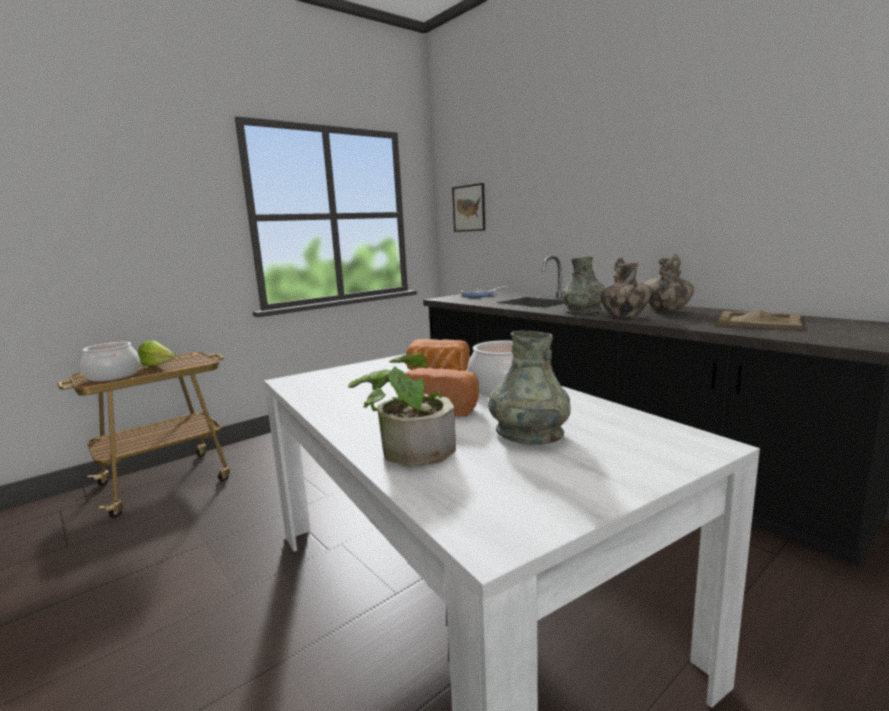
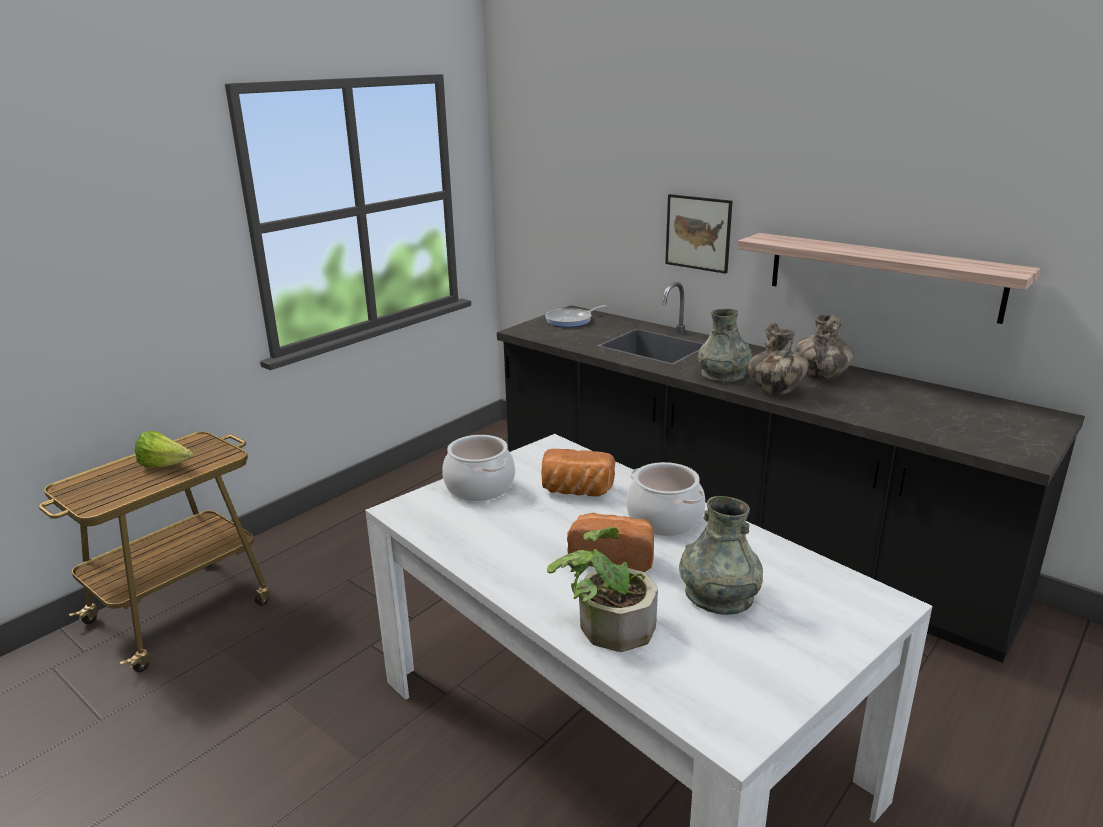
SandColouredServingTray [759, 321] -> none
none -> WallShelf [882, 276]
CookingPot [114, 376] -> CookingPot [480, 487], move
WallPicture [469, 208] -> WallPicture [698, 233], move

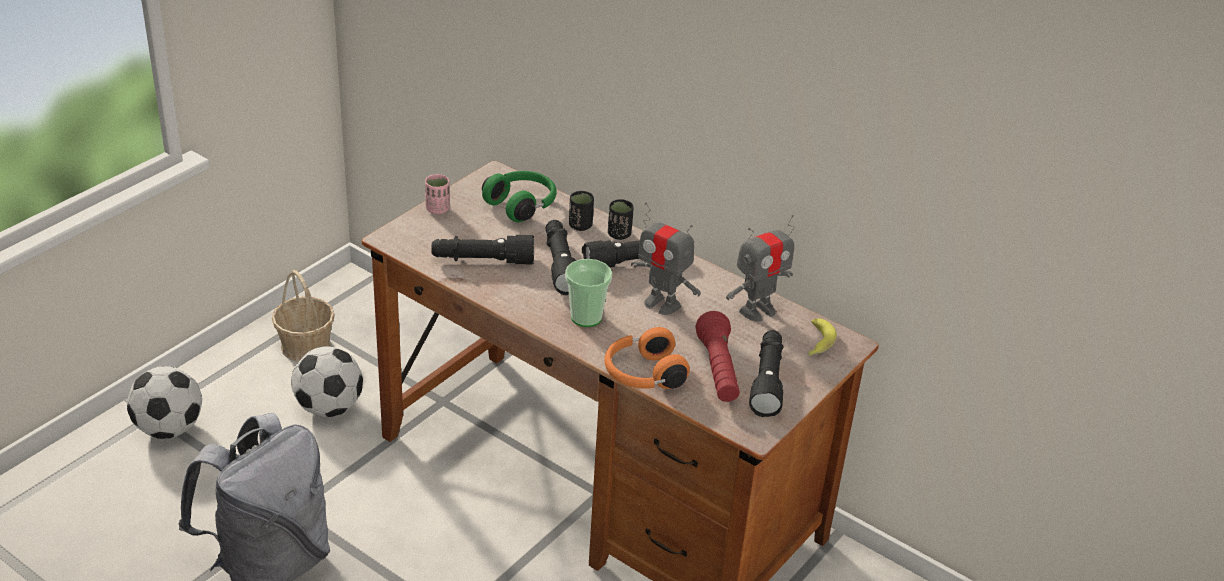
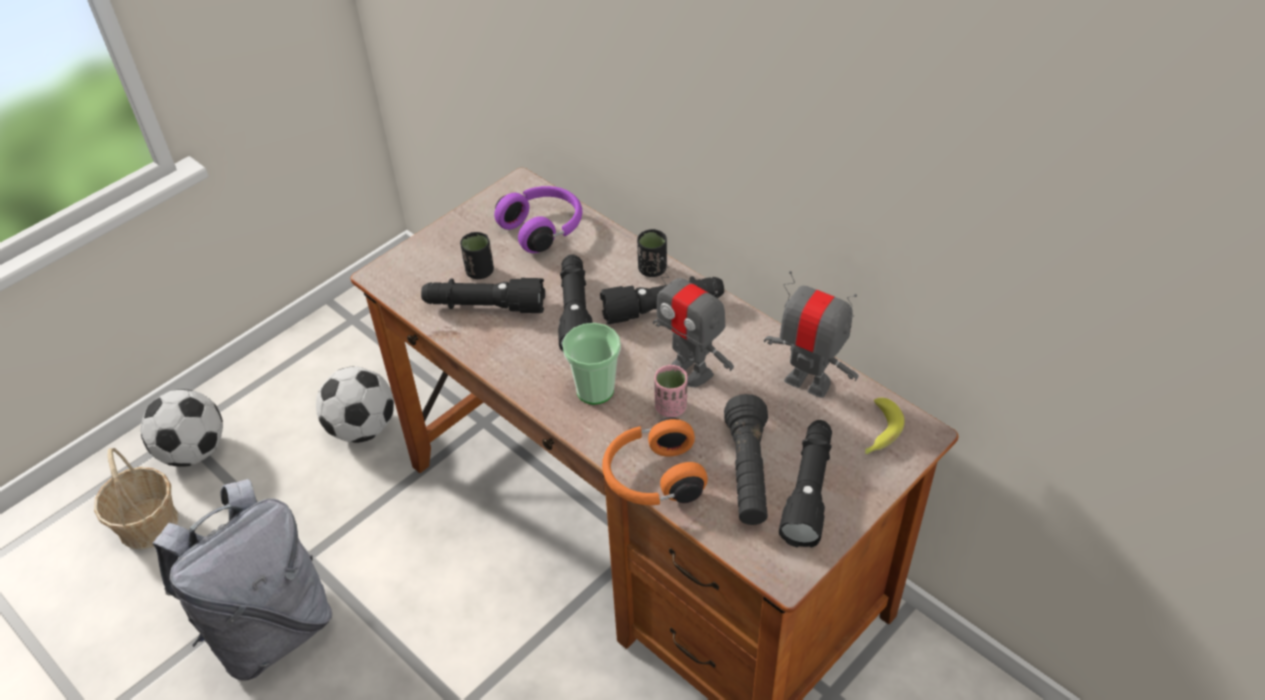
Basket [306, 346] -> Basket [148, 523], move
PinkishCup [437, 209] -> PinkishCup [671, 407], move
BlackColouredCup [580, 226] -> BlackColouredCup [480, 272], move
GreenishHeadphones [522, 205] -> PurpleHeadphones [543, 228]
RedHandTorch [718, 370] -> BlackColouredHandTorch [748, 473]
ModelRobot [757, 310] -> ModelRobot [808, 382], 120 degrees counterclockwise

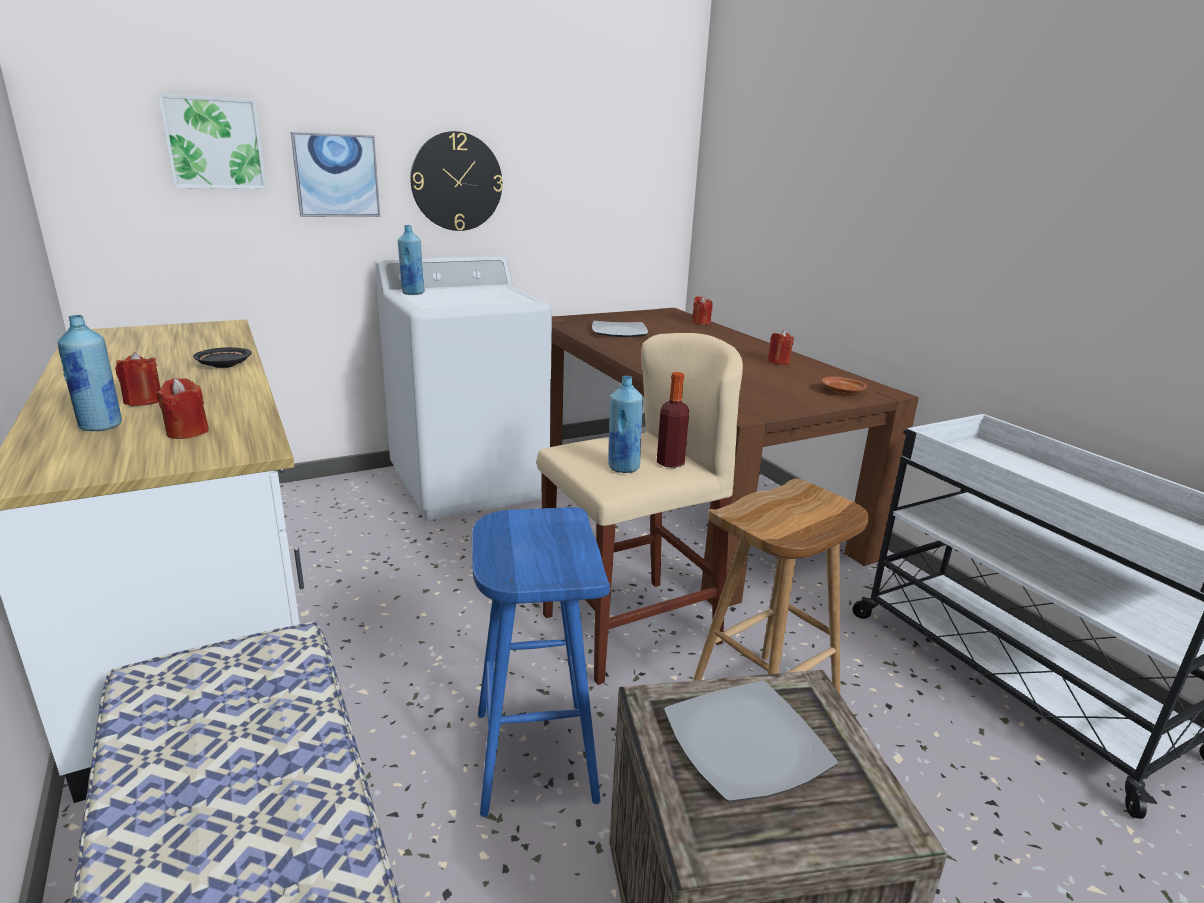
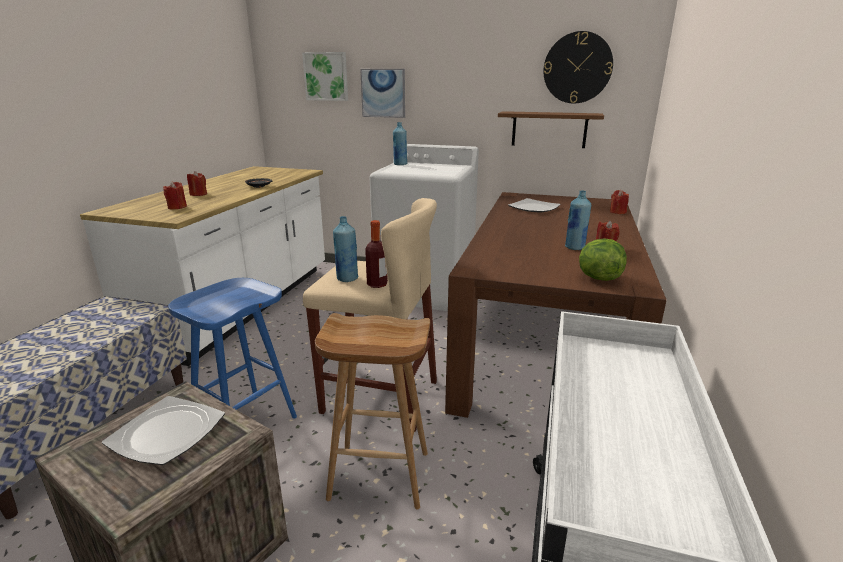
none -> BrownWallShelf [549, 129]
BluishBeverageBottle [101, 426] -> BluishBeverageBottle [574, 247], move
HangingClock [456, 182] -> HangingClock [577, 68], move
BrownDinnerPlate [843, 392] -> LettuceHead [598, 278]

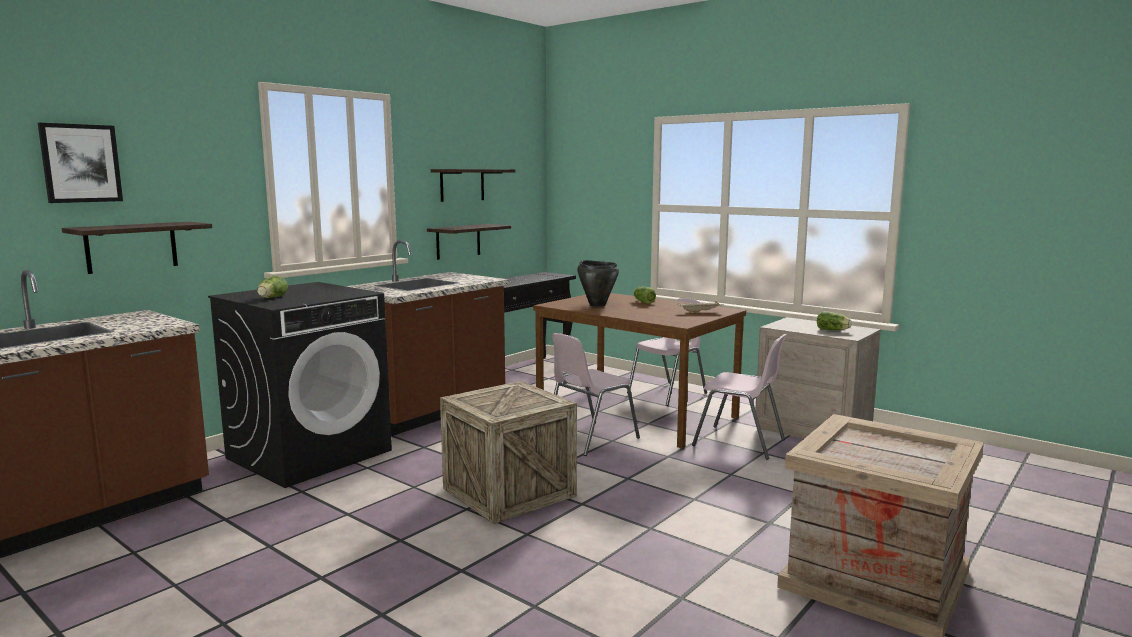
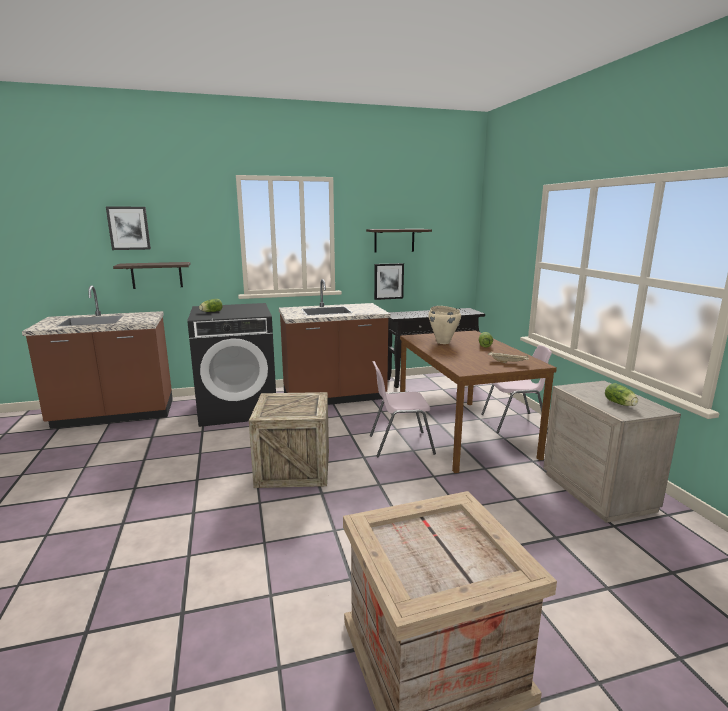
PinkishChair [740, 443] -> none
WallShelf [458, 241] -> WallPicture [388, 281]
BlackColouredCookingPot [597, 305] -> SandColouredCookingPot [443, 342]

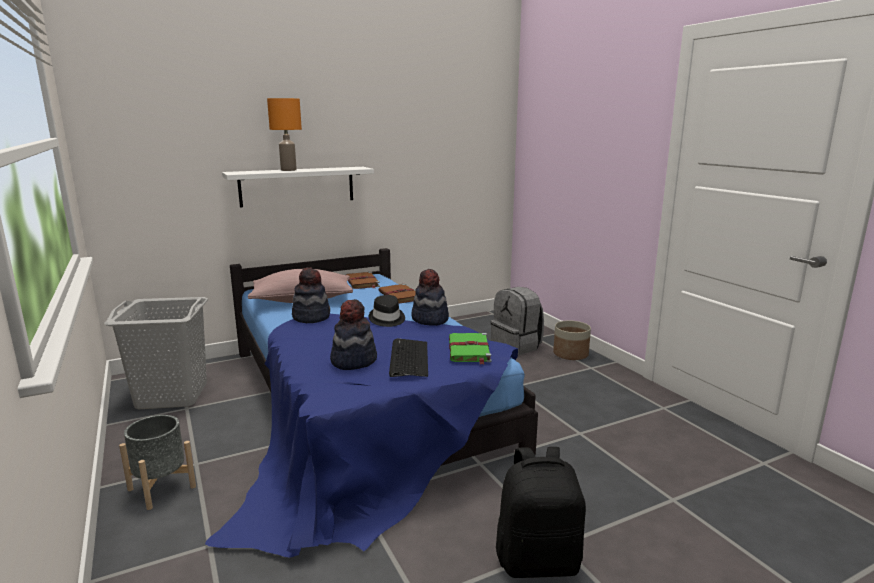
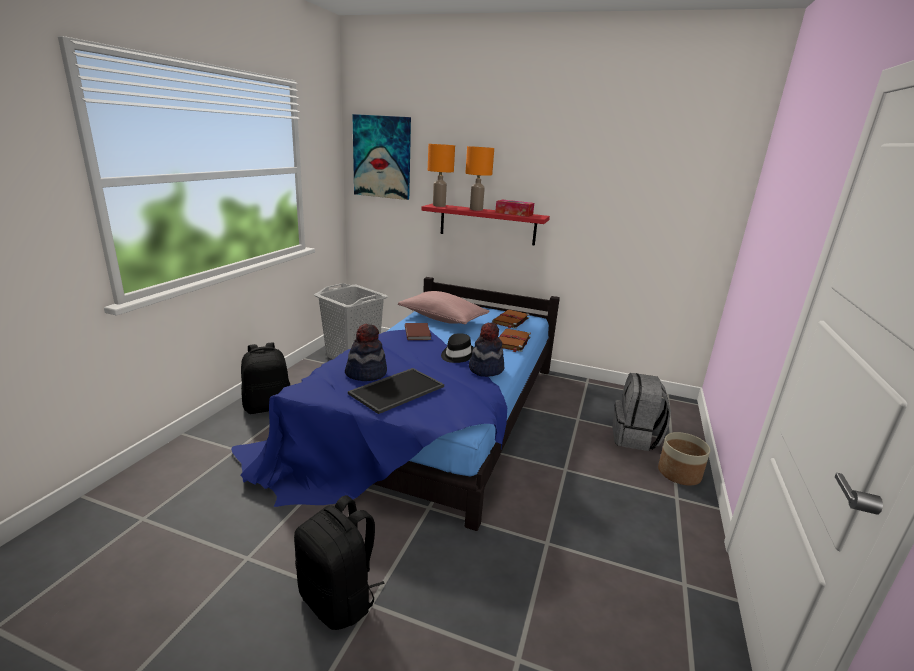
GreenishVolume [469, 350] -> none
none -> WallPicture [382, 157]
none -> OrangeyLampForATable [439, 205]
none -> TissueBox [514, 213]
GrayPlantPot [161, 488] -> BlackColouredKnapsack [268, 406]
ClothingHat [311, 317] -> BrownVolume [418, 333]
PcKeyboard [408, 359] -> ServingTray [397, 389]
WhiteWallShelf [297, 186] -> RedWallShelf [487, 224]

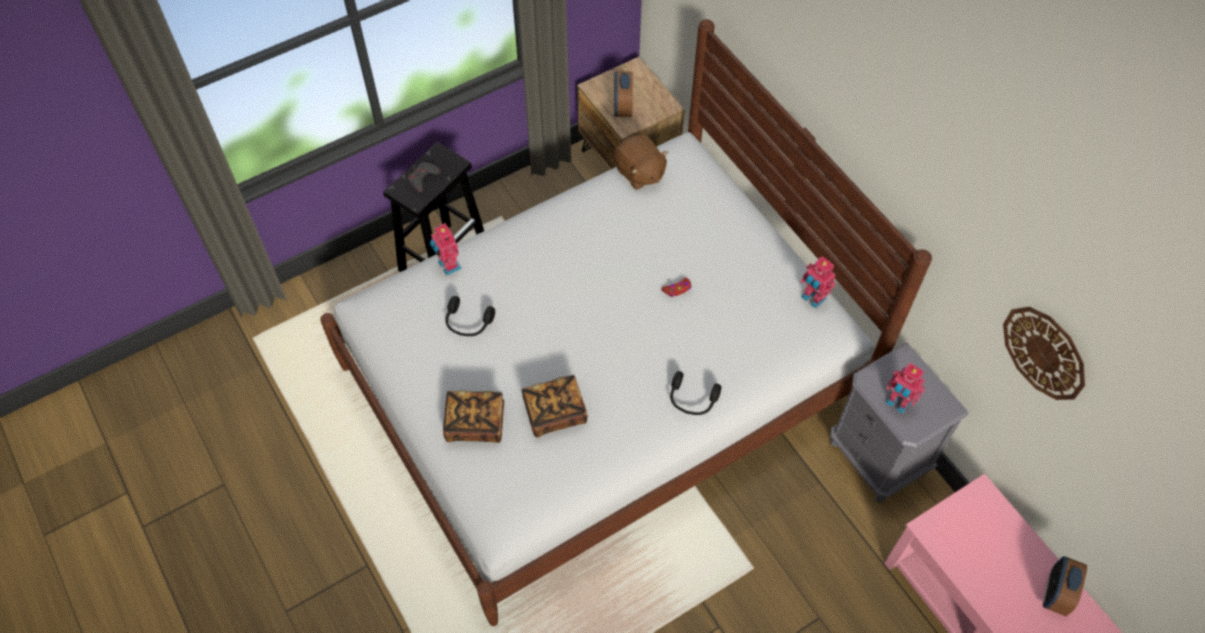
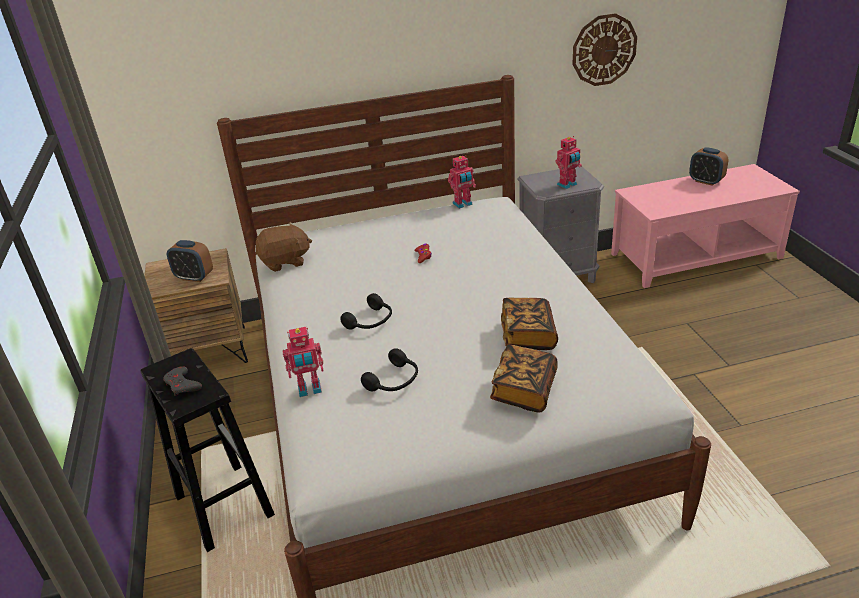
BlackColouredHeadphones [692, 400] -> BlackColouredHeadphones [371, 321], move

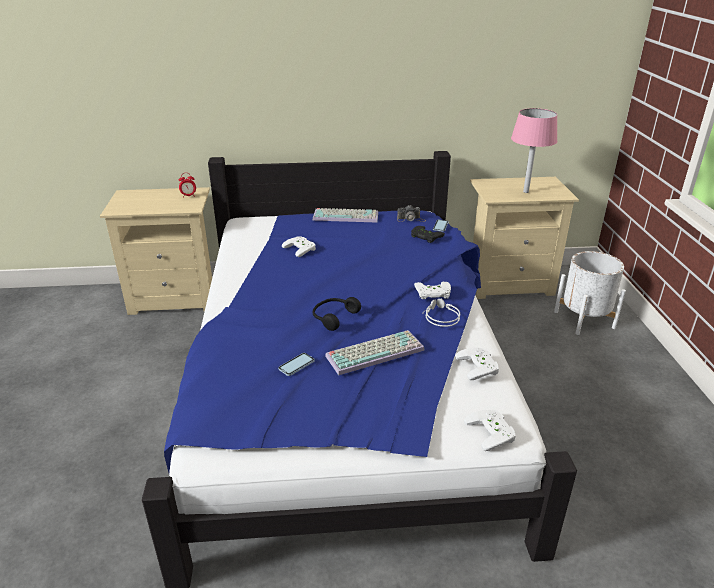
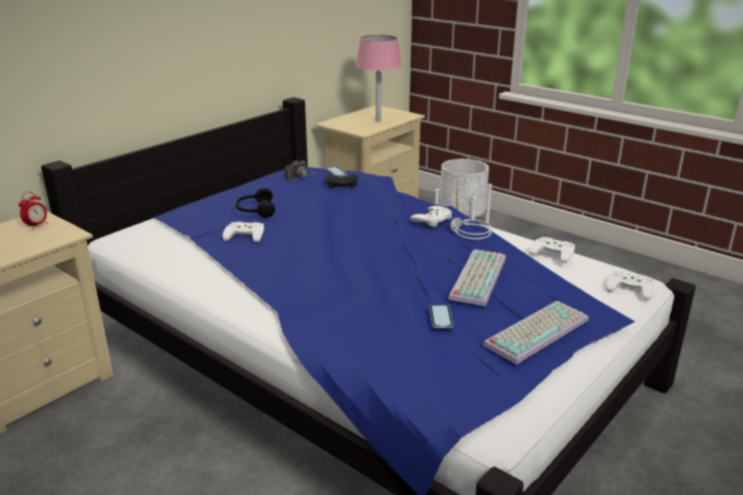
PcKeyboard [346, 216] -> PcKeyboard [536, 331], move
BlackColouredHeadphones [333, 317] -> BlackColouredHeadphones [255, 210], move

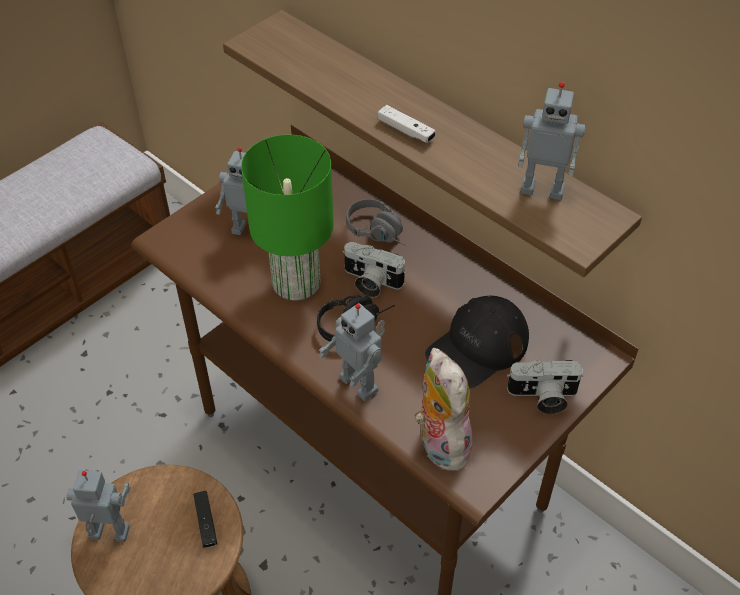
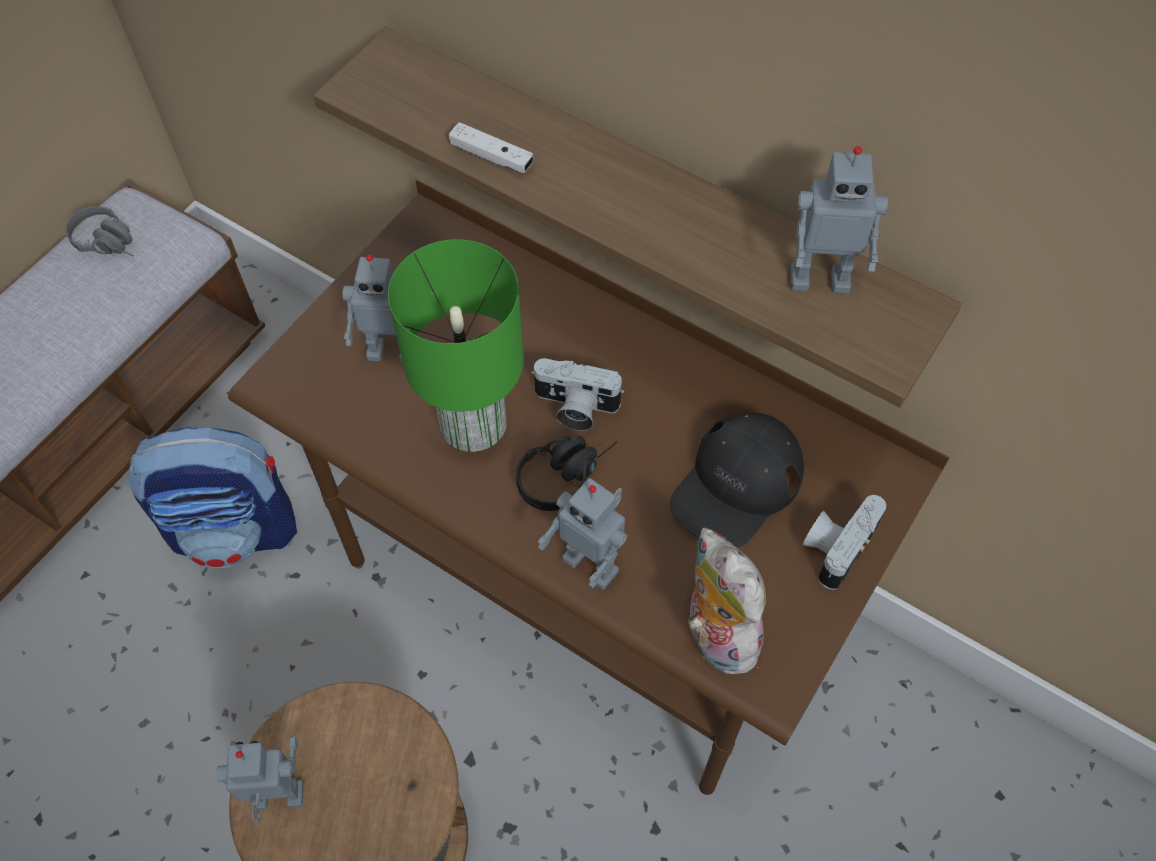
BlackColouredGameController [206, 523] -> none
none -> Knapsack [236, 528]
GrayHeadphones [380, 232] -> GrayHeadphones [111, 243], move
WhiteGameController [406, 130] -> WhiteGameController [491, 156], move
PhotoCamera [542, 397] -> PhotoCamera [836, 545], 135 degrees clockwise

